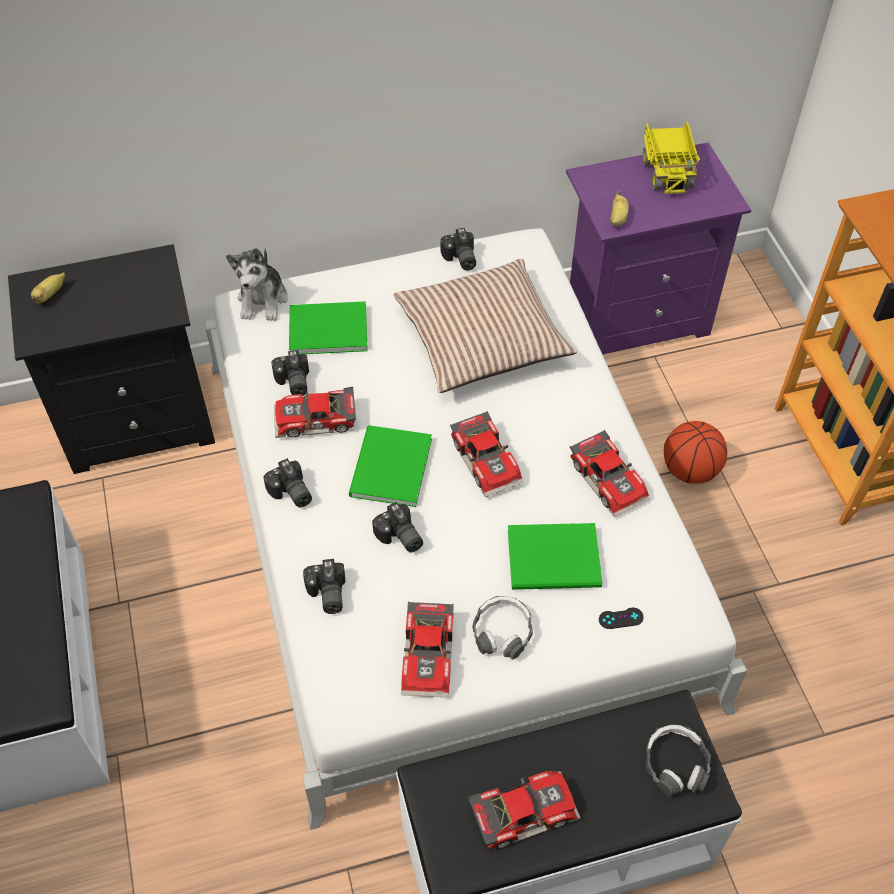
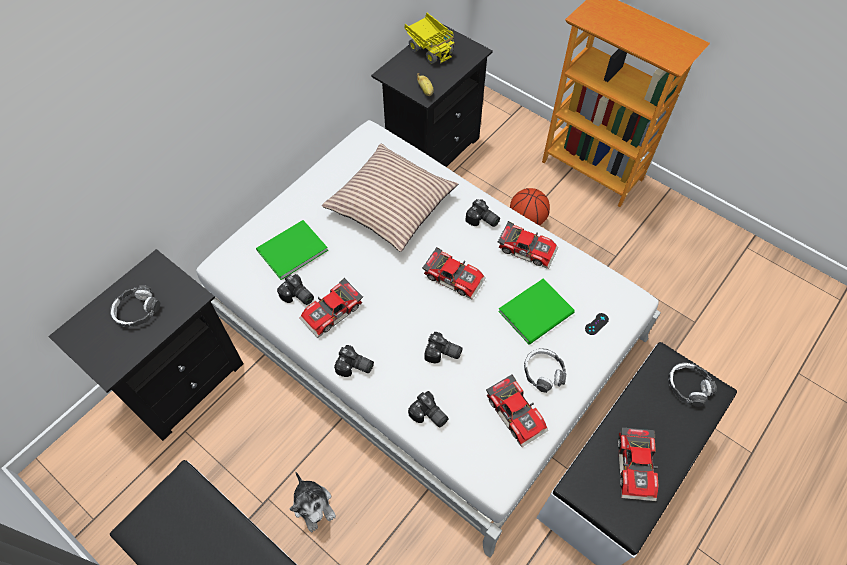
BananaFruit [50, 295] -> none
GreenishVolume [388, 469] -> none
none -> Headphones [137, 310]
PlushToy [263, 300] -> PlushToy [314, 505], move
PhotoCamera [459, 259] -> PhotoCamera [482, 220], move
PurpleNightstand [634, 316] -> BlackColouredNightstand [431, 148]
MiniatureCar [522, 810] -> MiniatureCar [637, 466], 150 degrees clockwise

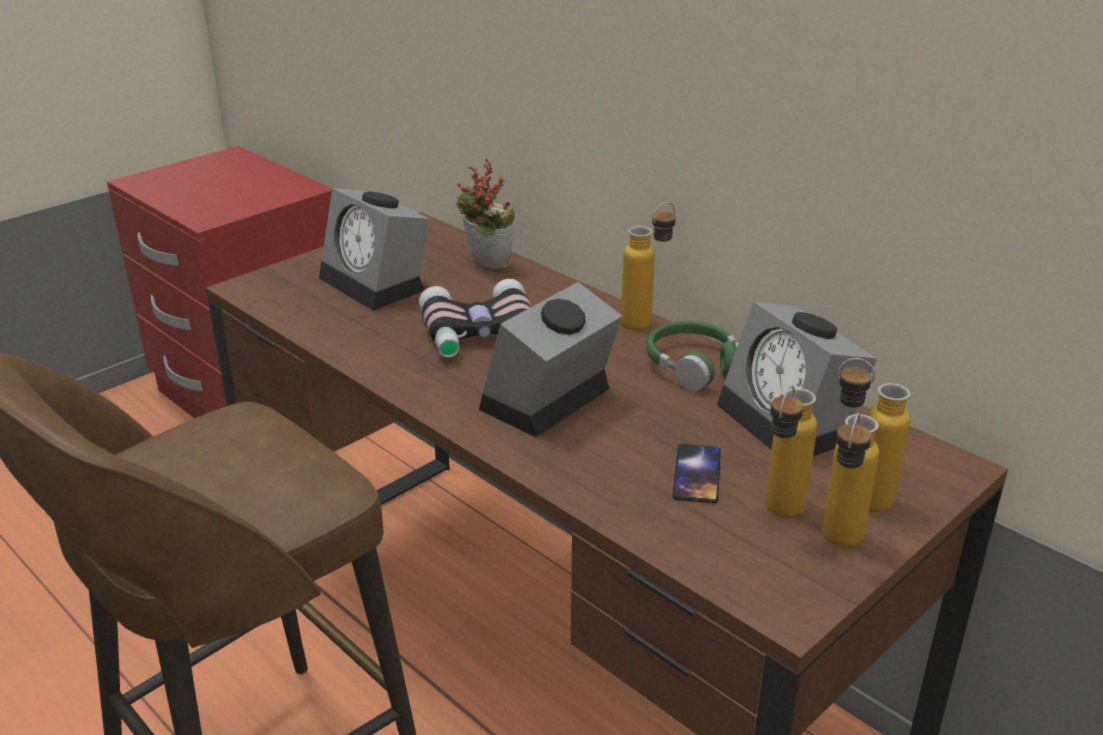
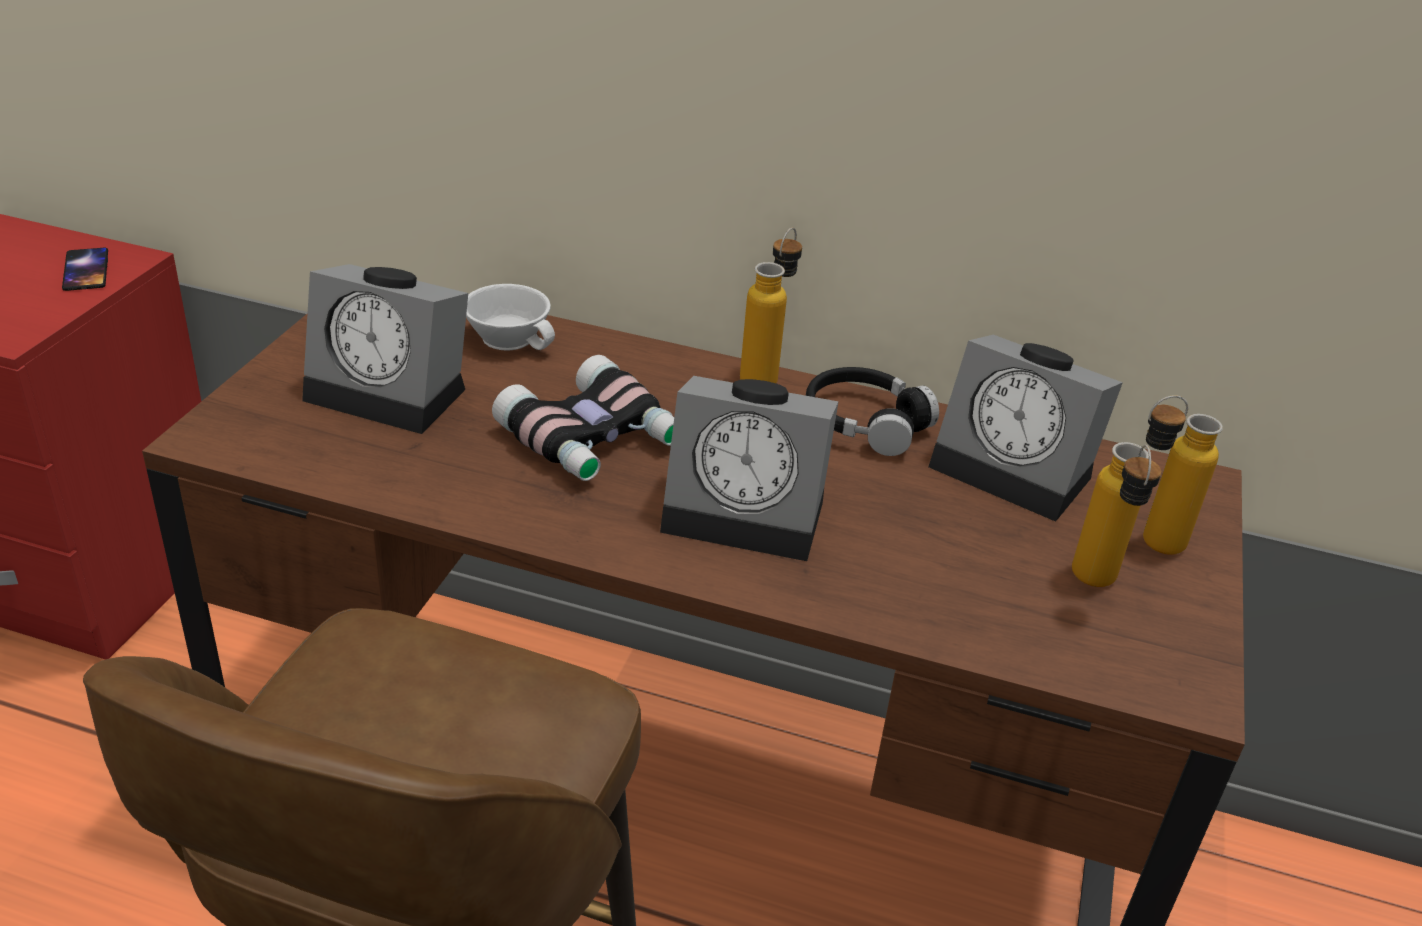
BeverageBottle [838, 546] -> none
Phone [697, 474] -> Phone [86, 270], move
Houseplant [485, 265] -> WhiteCup [512, 337]
GreenishHeadphones [694, 366] -> BlackColouredHeadphones [865, 423]
BedsideClock [547, 403] -> BedsideClock [750, 513], 90 degrees counterclockwise

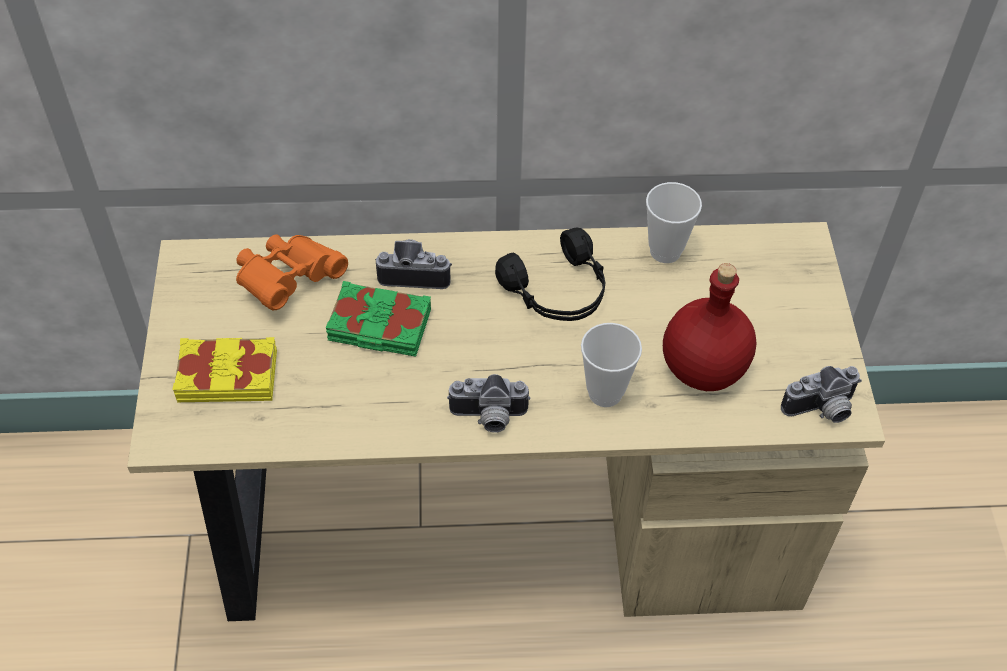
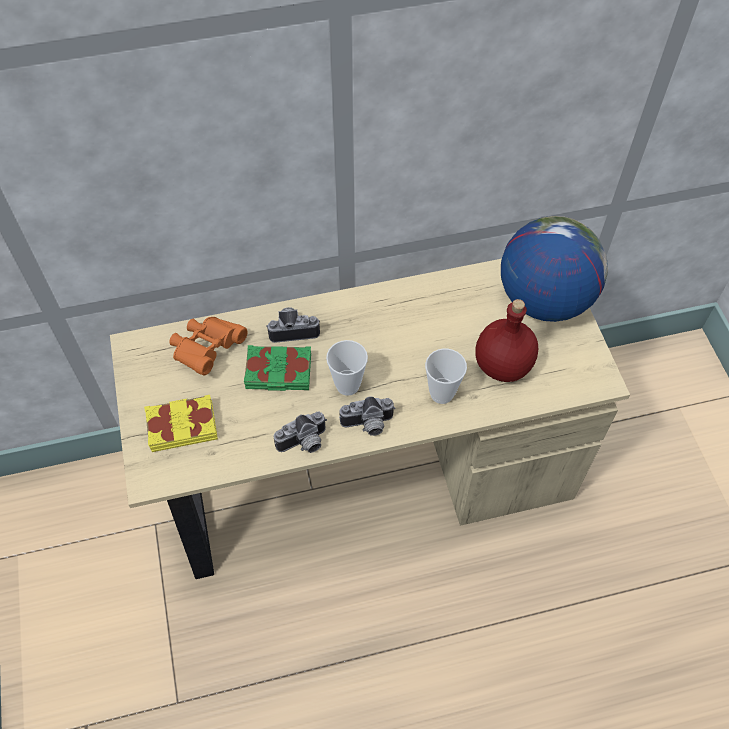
BlackColouredHeadphones [558, 291] -> none
none -> DeskGlobe [544, 300]
Cup [665, 251] -> Cup [347, 385], move
PhotoCamera [822, 410] -> PhotoCamera [304, 443], move

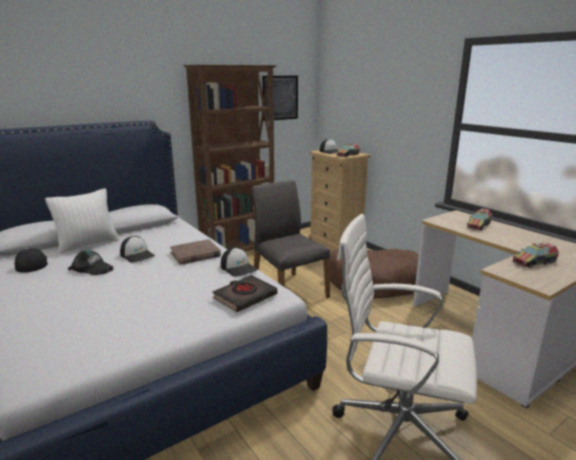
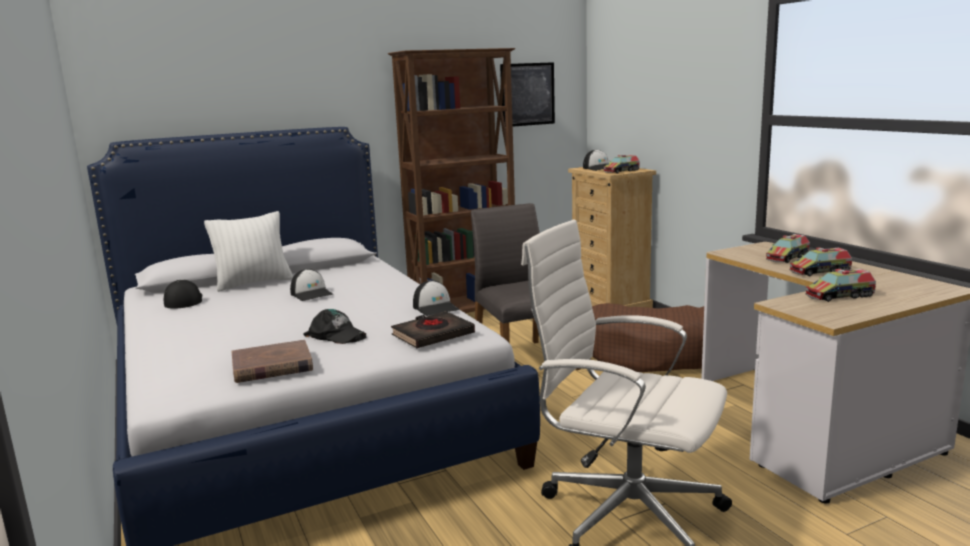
none -> ToyTruck [820, 271]
BlackColouredCap [92, 268] -> BlackColouredCap [336, 335], move
BrownVolume [195, 254] -> BrownVolume [272, 366], move

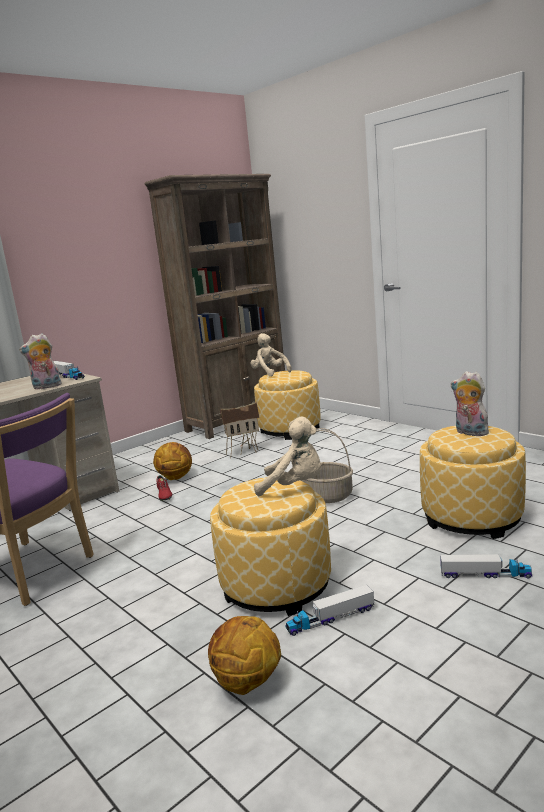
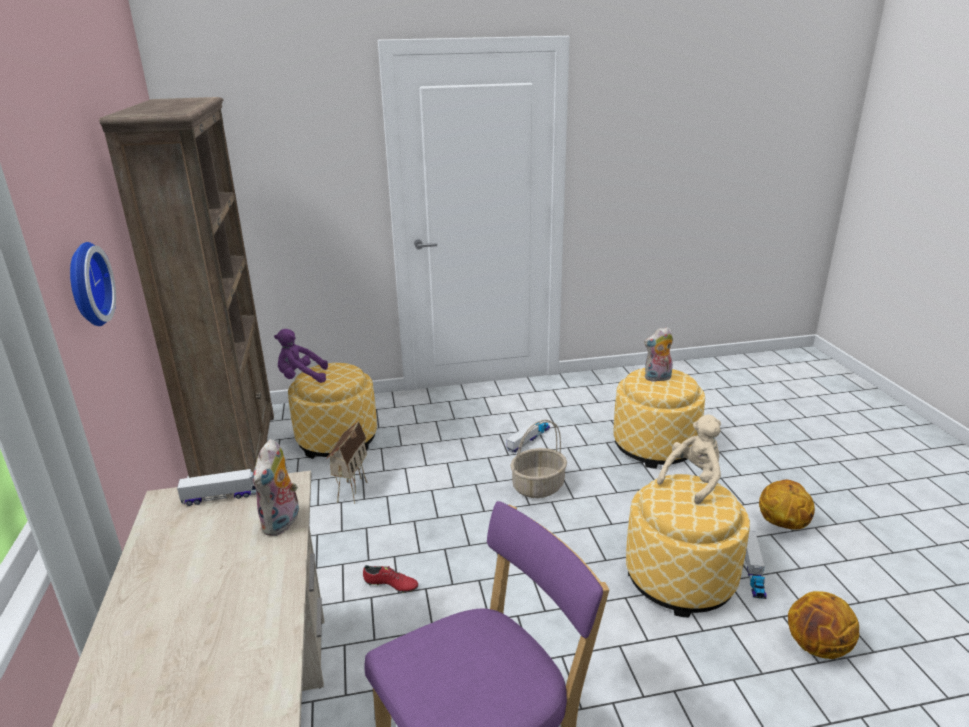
none -> HangingClock [85, 285]
BallForBasketball [175, 477] -> BallForBasketball [781, 524], move
ToyTruck [485, 575] -> ToyTruck [528, 439], move
SandColouredPlushToy [269, 373] -> PurplePlushToy [301, 378]

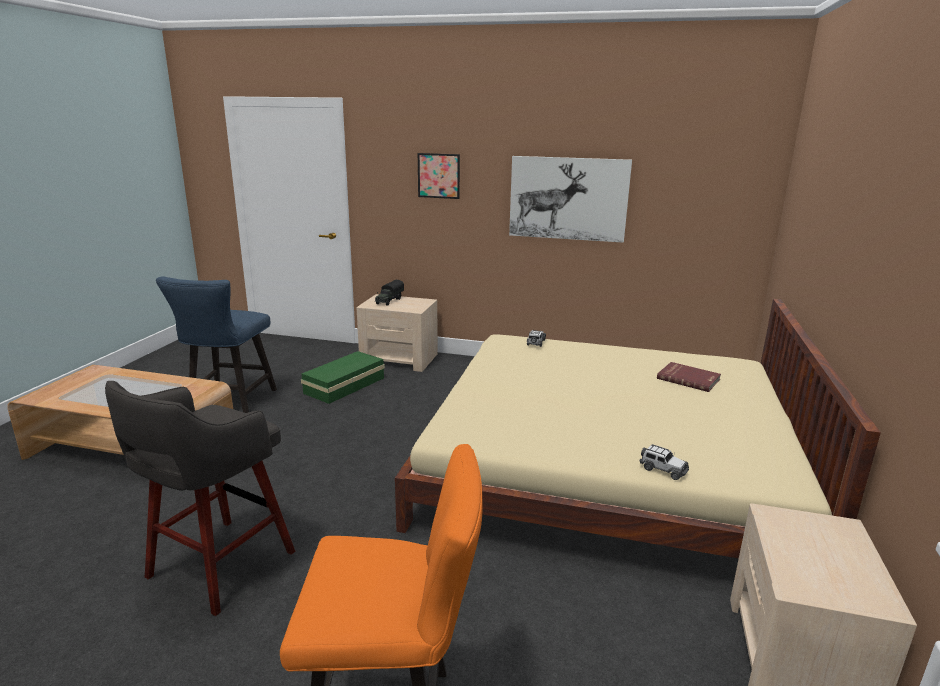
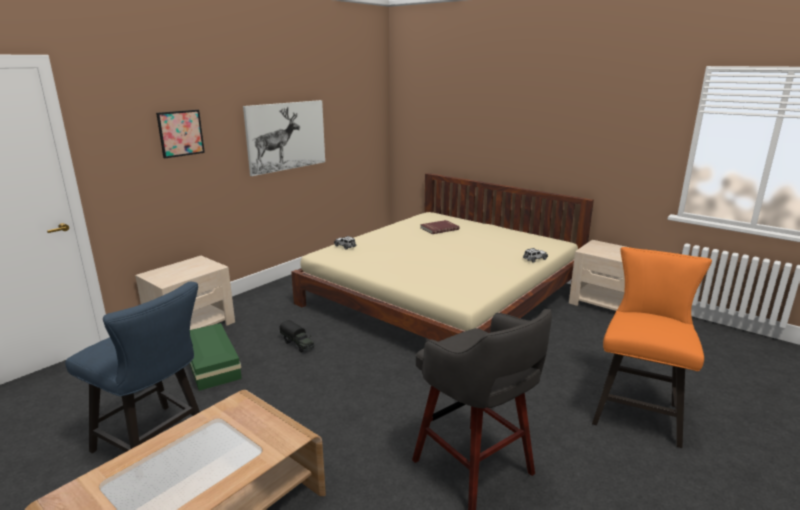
ToyTruck [389, 301] -> ToyTruck [298, 344], move

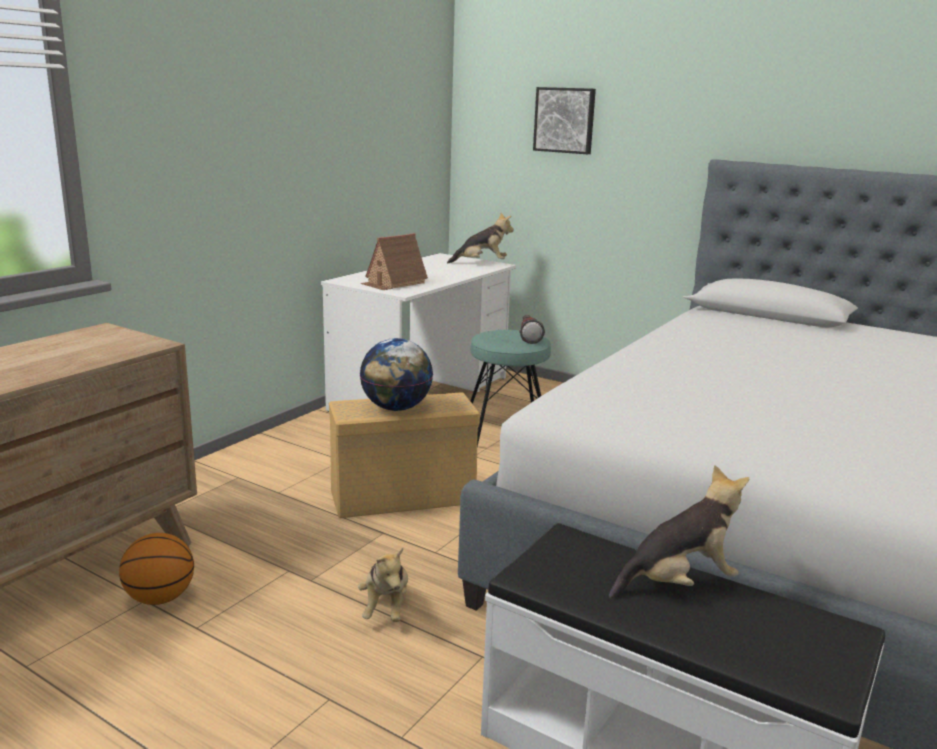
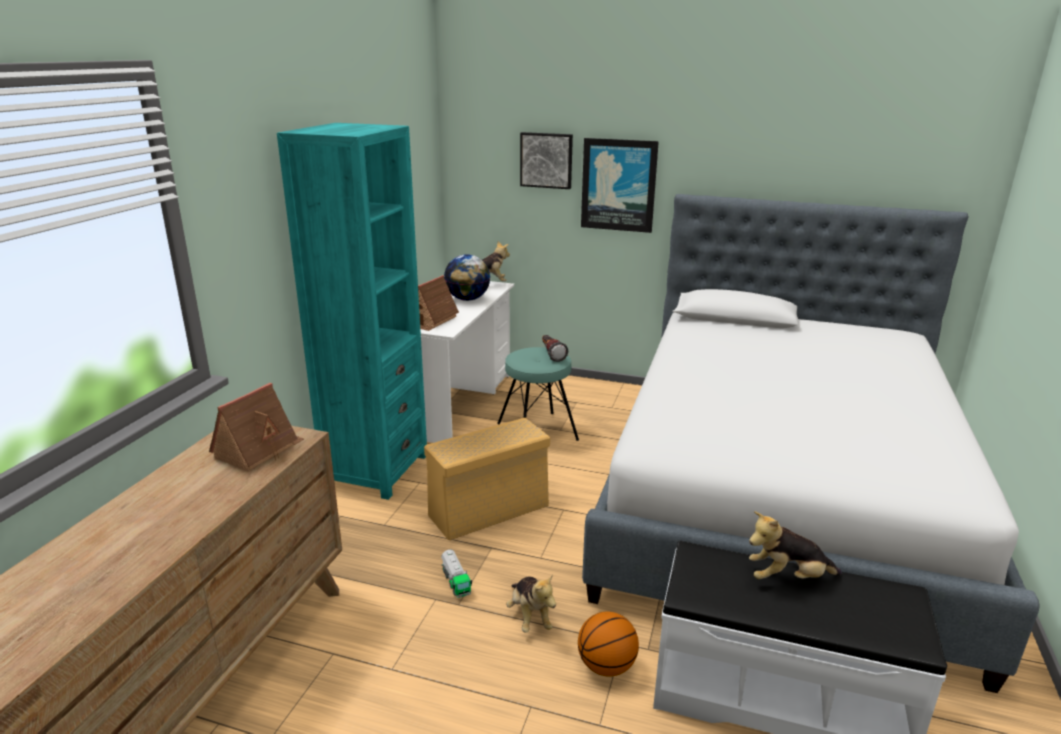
none -> ModelHouse [258, 449]
none -> BlueGreenShelvingUnit [376, 470]
none -> ToyTruck [455, 581]
none -> WallPicture [618, 185]
BallForBasketball [160, 598] -> BallForBasketball [606, 666], move
DeskGlobe [396, 408] -> DeskGlobe [467, 299], move
PlushToy [678, 583] -> PlushToy [787, 578], 150 degrees counterclockwise

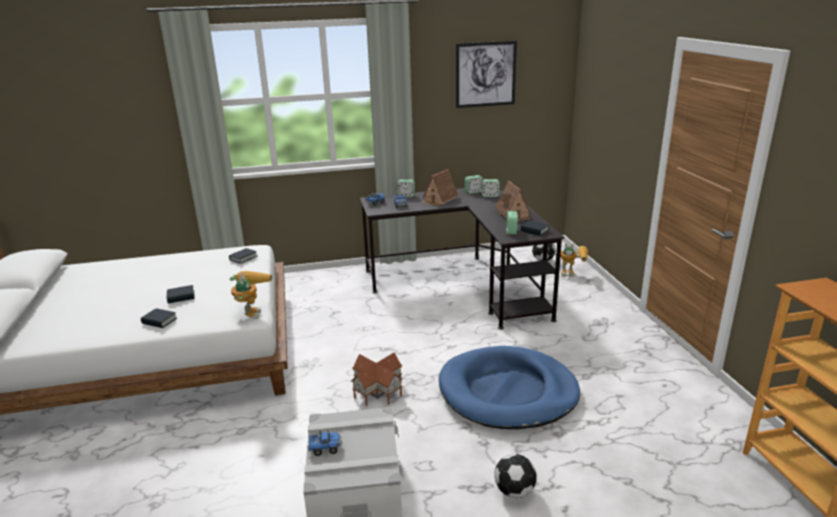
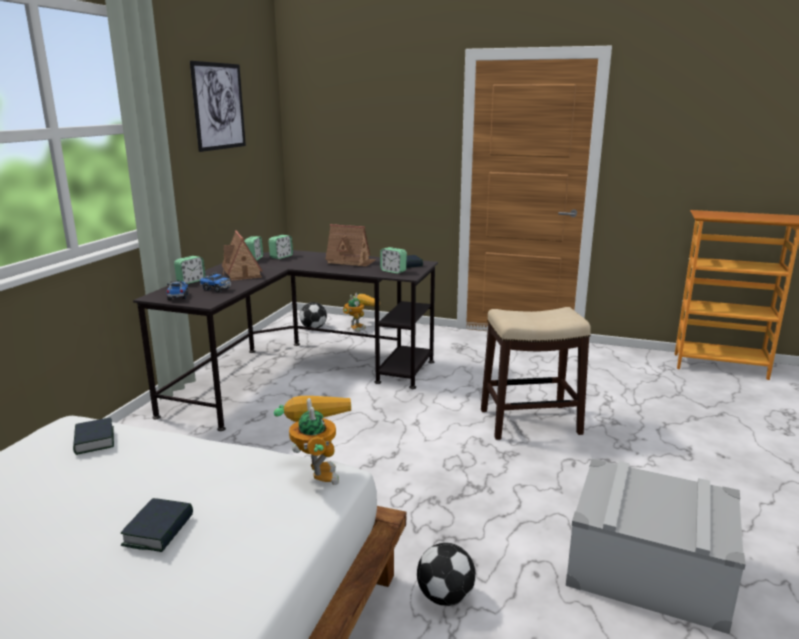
Volume [159, 321] -> none
ToyTruck [325, 448] -> none
ModelHouse [377, 390] -> none
Football [514, 490] -> Football [444, 596], move
BluishDogCushion [508, 392] -> Stool [531, 422]
ModelRobot [251, 311] -> ModelRobot [316, 470], 45 degrees clockwise

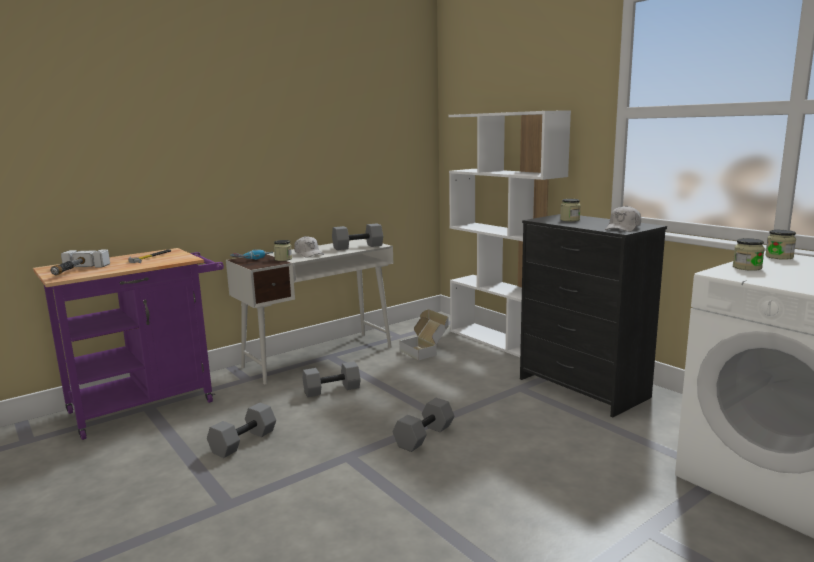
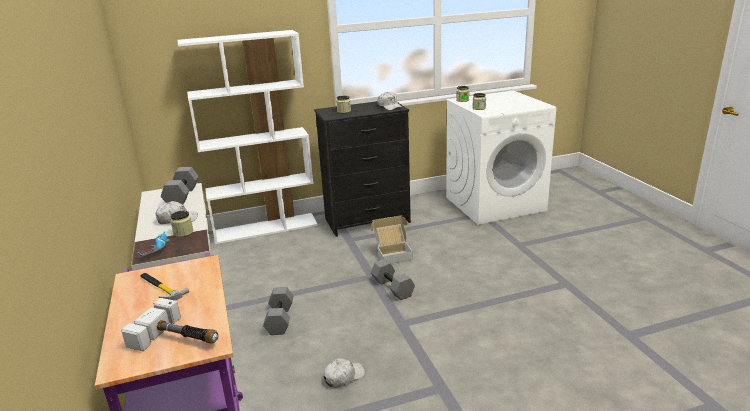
PackingBox [425, 351] -> PackingBox [392, 253], move
GrayFreeWeight [243, 441] -> WhiteCap [343, 377]

